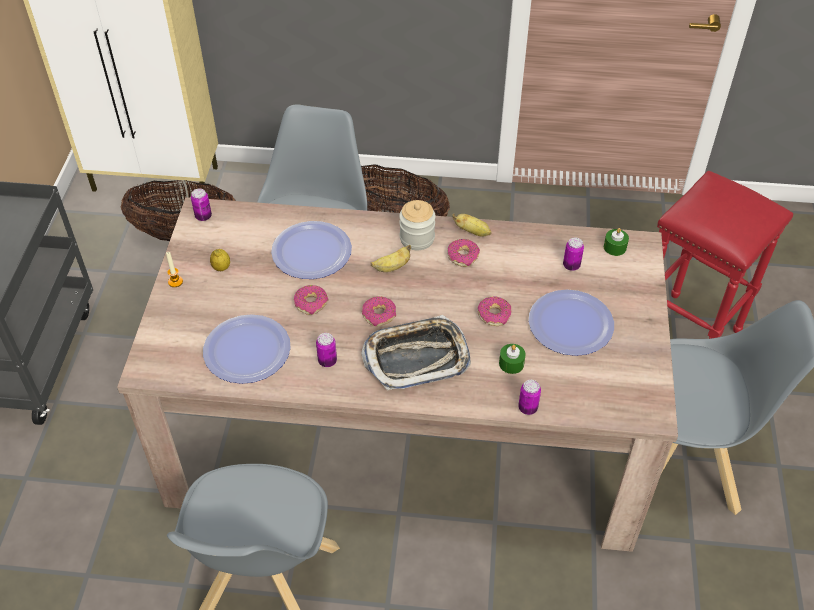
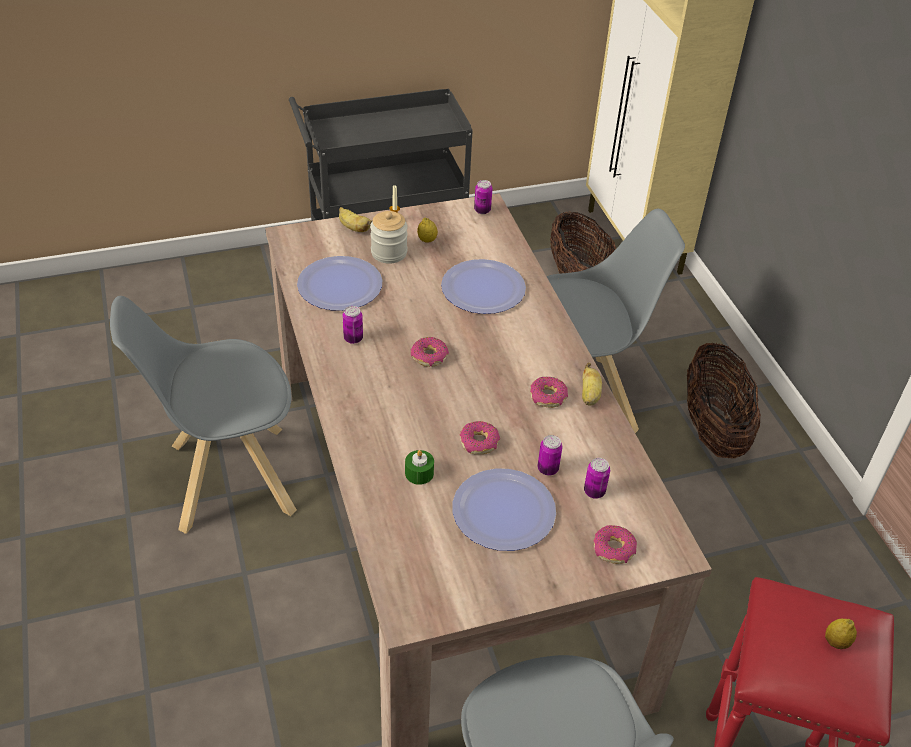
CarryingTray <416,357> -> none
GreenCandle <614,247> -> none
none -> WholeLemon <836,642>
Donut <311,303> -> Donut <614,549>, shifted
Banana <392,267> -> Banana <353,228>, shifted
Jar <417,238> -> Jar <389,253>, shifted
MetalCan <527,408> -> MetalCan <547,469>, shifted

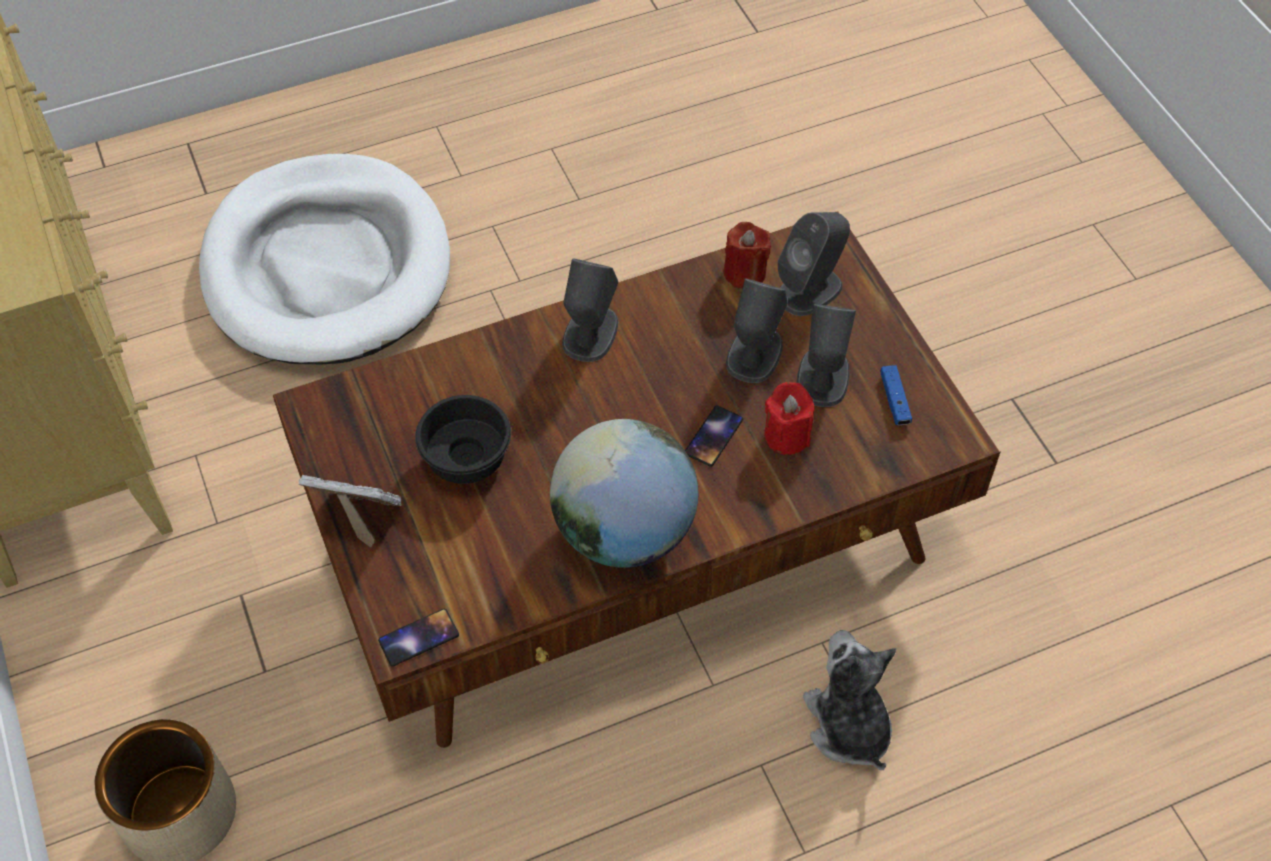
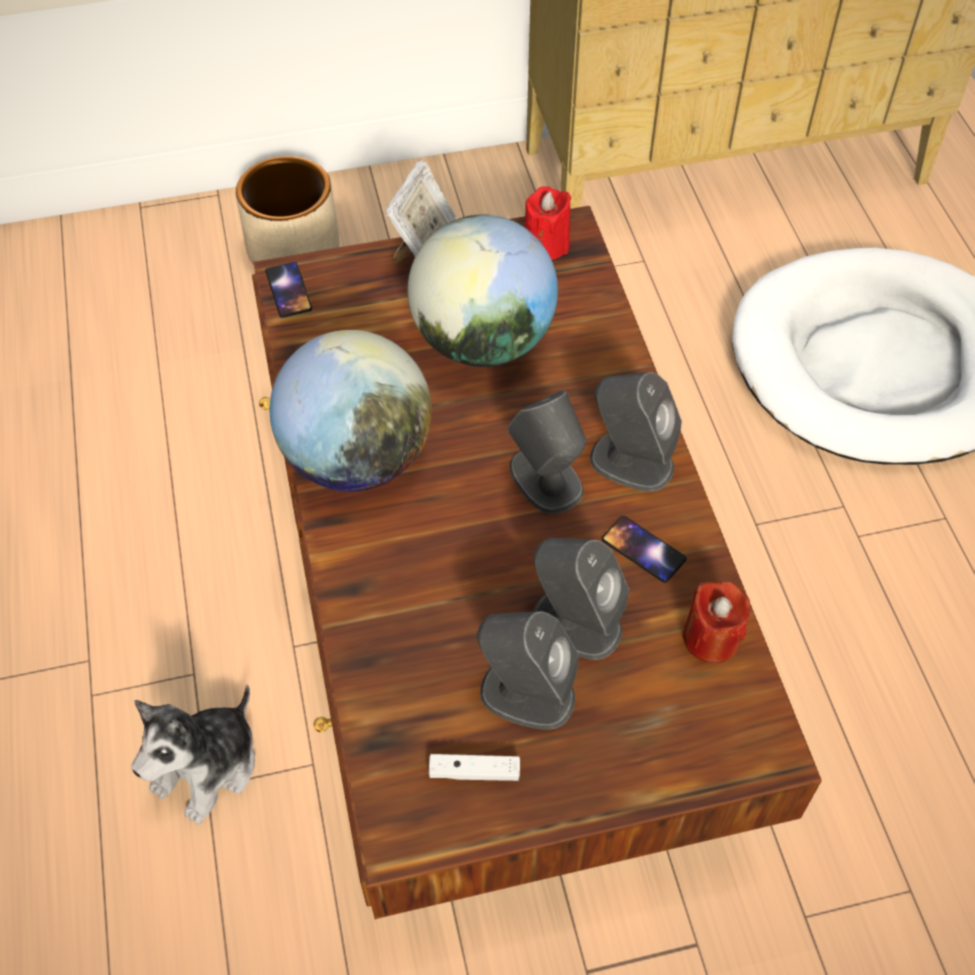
Handset <714,436> -> Handset <643,550>, shifted
ReddishCandle <786,436> -> ReddishCandle <546,244>, shifted
GreyishSpeaker <810,290> -> GreyishSpeaker <546,480>, shifted
BlackColouredServingBowl <468,456> -> Globe <483,341>
BluishJoypad <894,400> -> WhiteColouredJoypad <474,772>
PlushToy <847,725> -> PlushToy <208,767>, 135 degrees clockwise

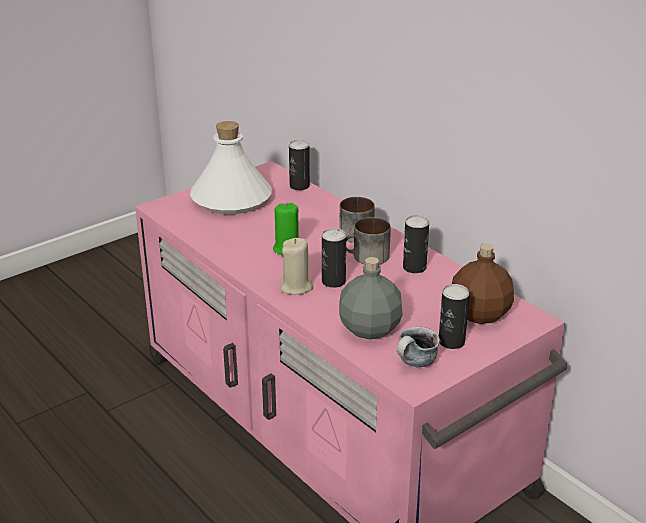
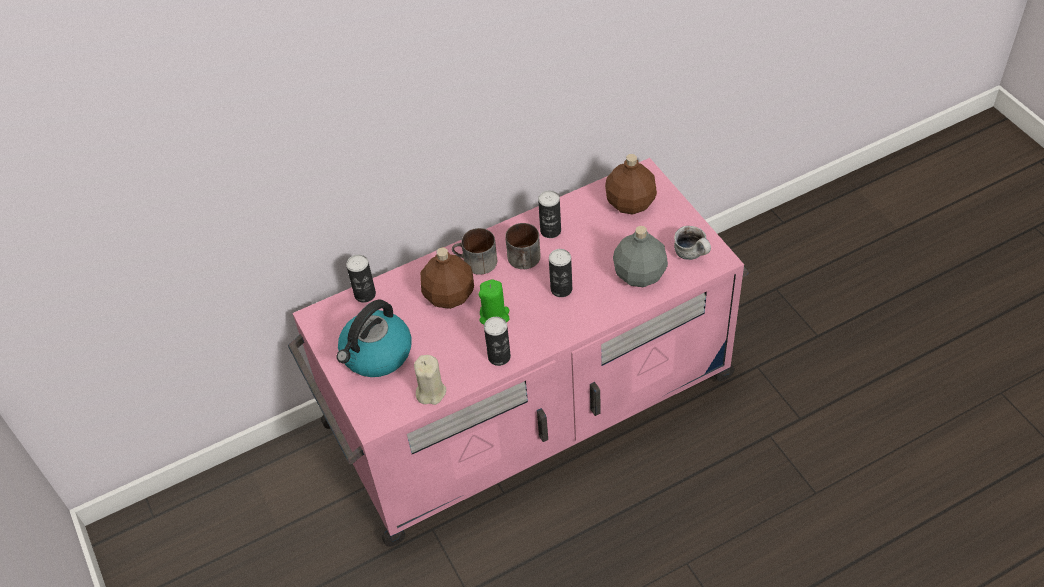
none -> BrownishDrinkBottle <449,296>
BeigeCandle <296,287> -> BeigeCandle <431,392>, shifted
MetalCan <451,342> -> MetalCan <499,357>, shifted
WhiteColouredDrinkBottle <231,199> -> WaterKettle <376,354>

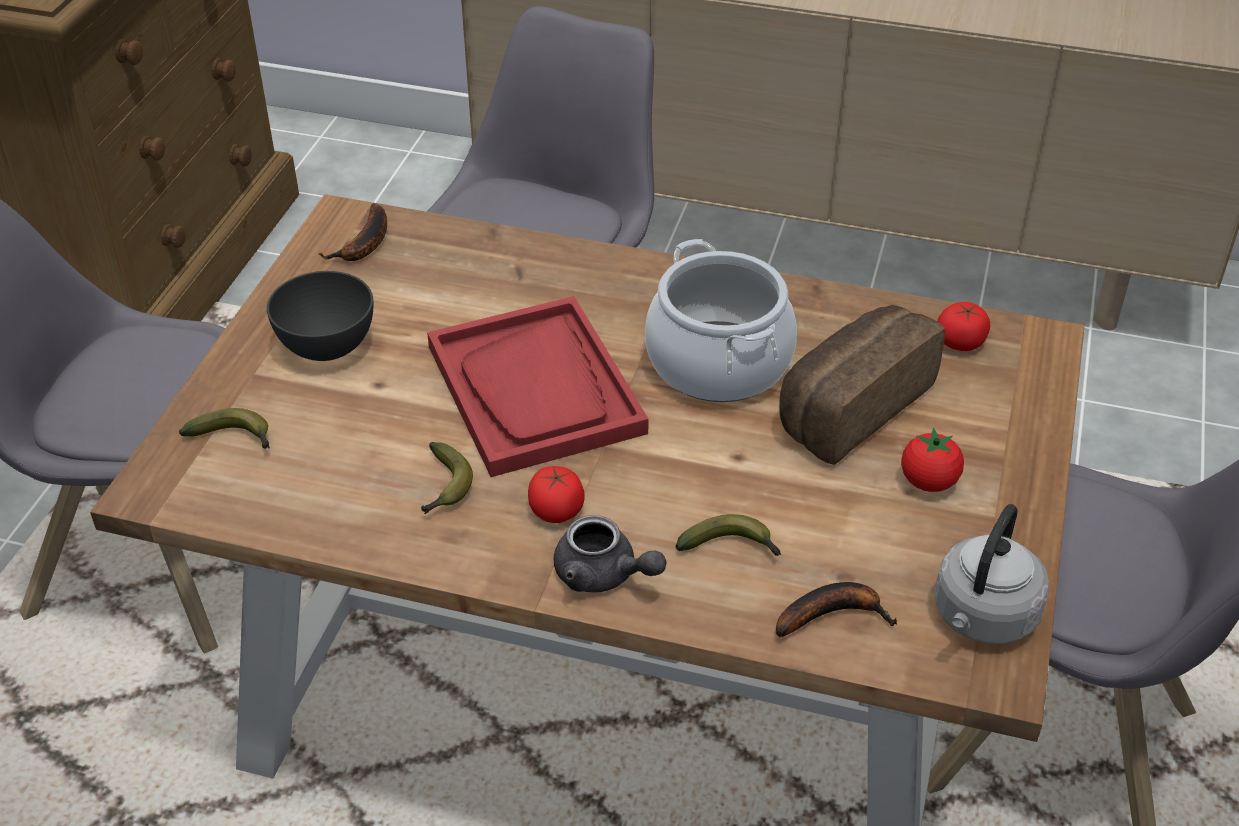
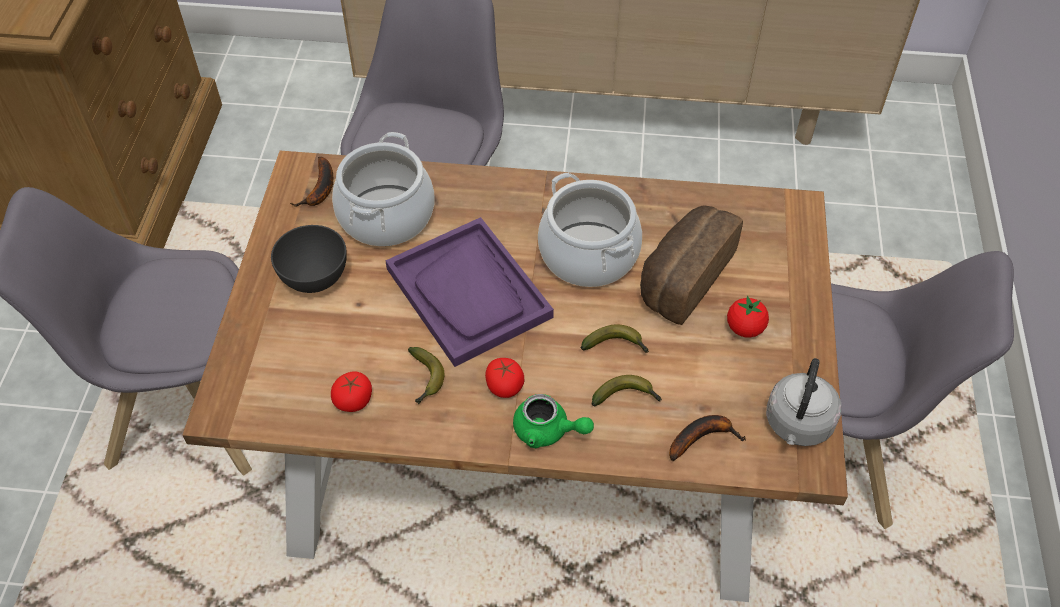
none -> Stockpot <386,216>
Banana <235,438> -> Banana <616,346>, shifted
WholeTomato <960,341> -> WholeTomato <353,400>, shifted
ReddishCarryingTray <536,390> -> PurplishCarryingTray <469,293>
GreyishTeaPot <604,575> -> GreenTeaPot <548,431>

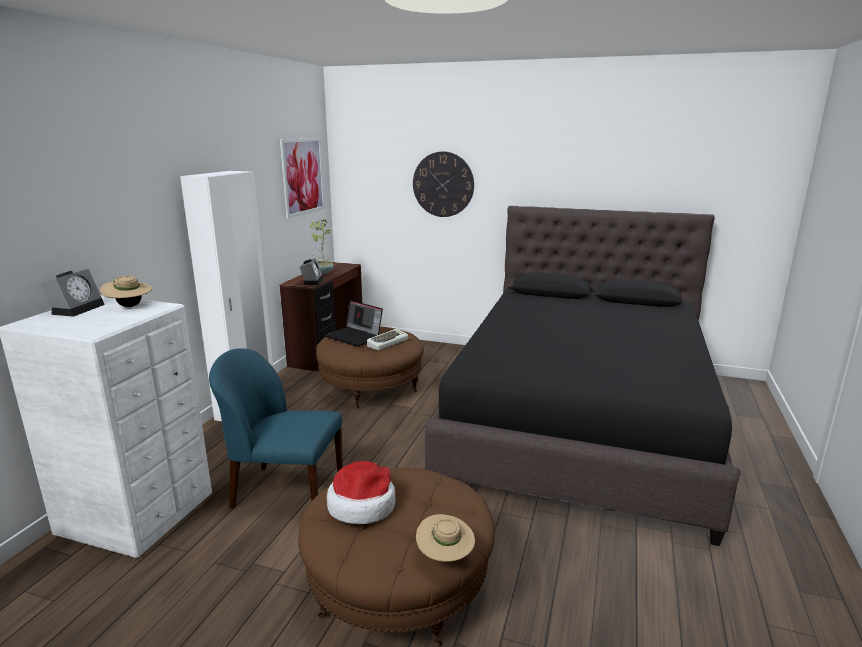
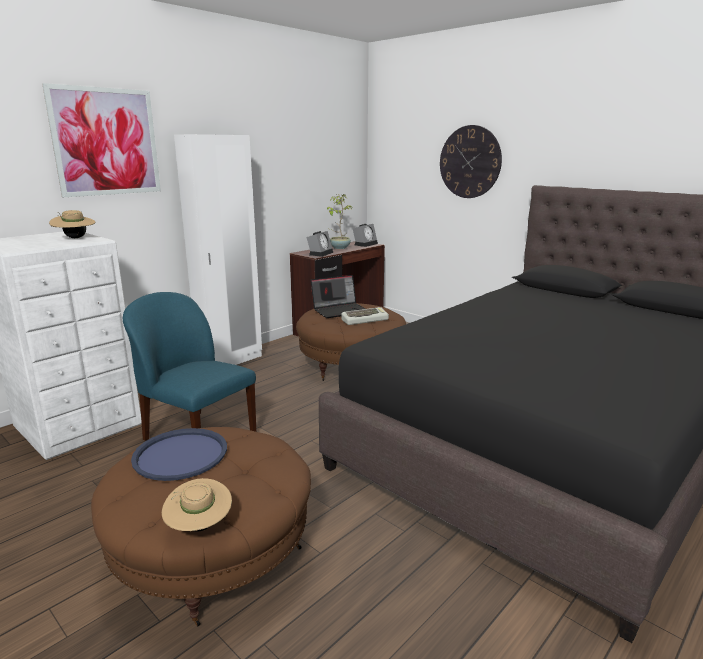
BedsideClock <77,308> -> BedsideClock <365,244>, shifted
WallArt <303,176> -> WallArt <106,142>, shifted
Hat <362,505> -> BluishCarryingTray <180,455>
Laptop <355,336> -> Laptop <340,310>, 90 degrees counterclockwise

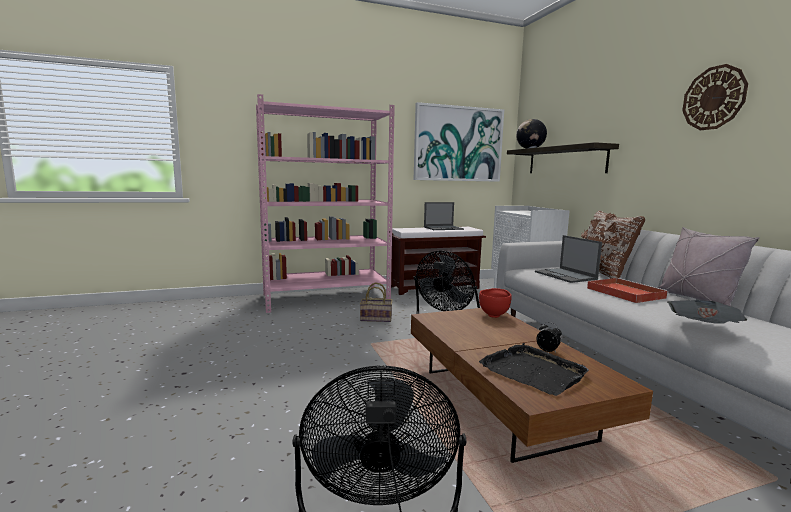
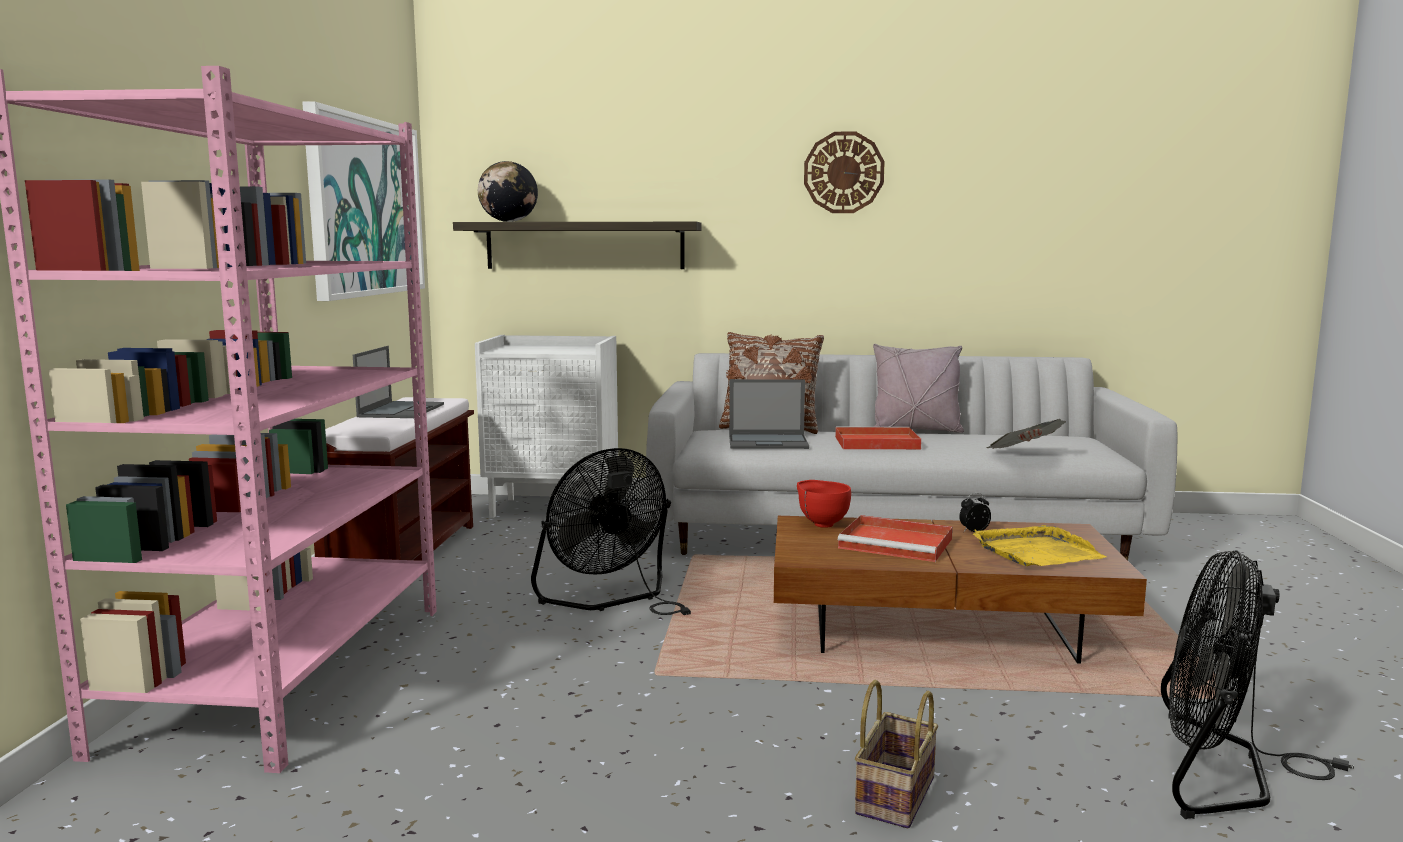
none -> ReddishCarryingTray <898,543>
StorageBasket <377,318> -> StorageBasket <894,793>, shifted
BlackColouredCarryingTray <533,371> -> YellowColouredCarryingTray <1036,552>

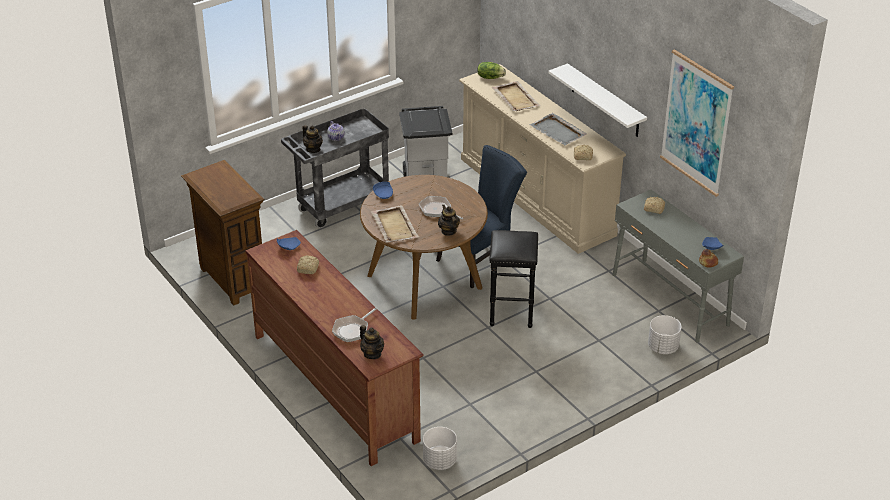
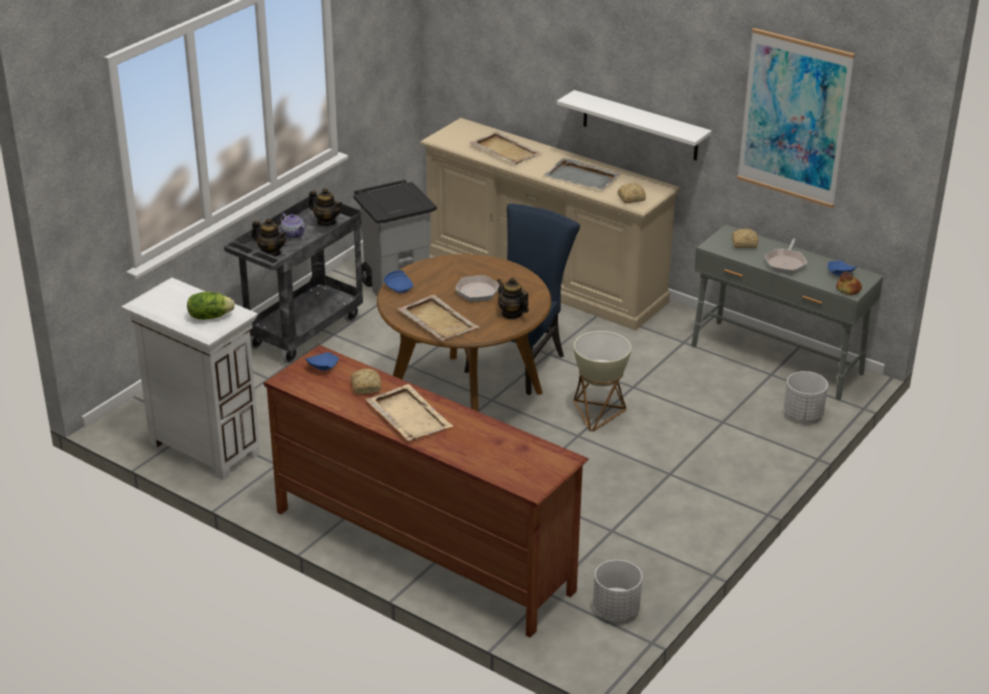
none -> BeigeCarryingTray <408,415>
Skillet <352,330> -> Skillet <786,263>, shifted
TeaPot <372,354> -> TeaPot <326,222>, shifted
HeadOfLettuce <490,77> -> HeadOfLettuce <210,316>, shifted
BlackColouredStool <512,314> -> Planter <598,414>
BrownishCabinet <231,280> -> WhiteColouredCabinet <203,449>

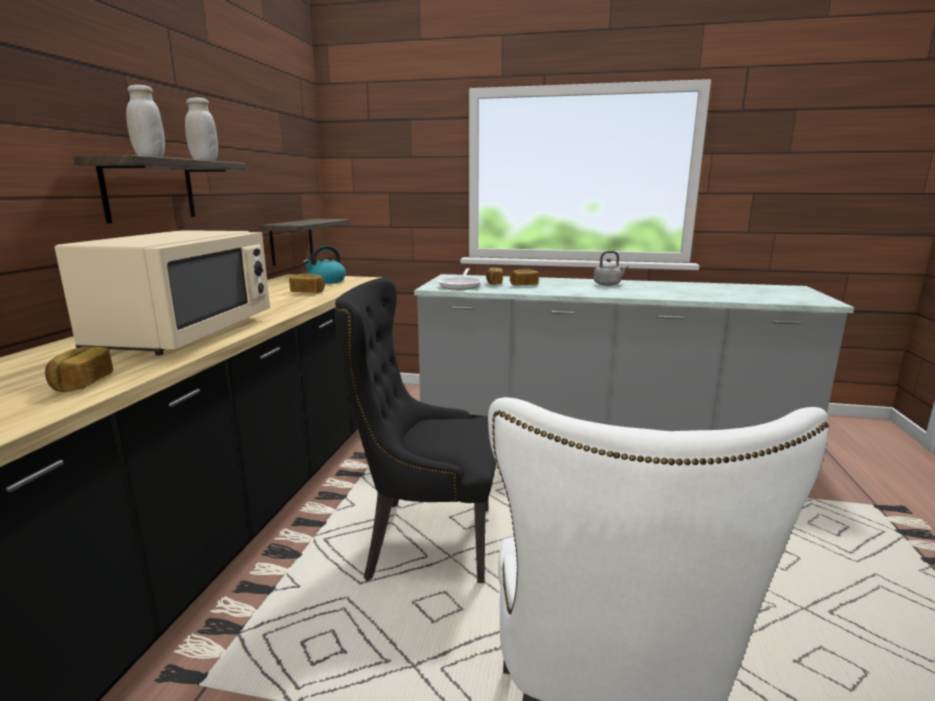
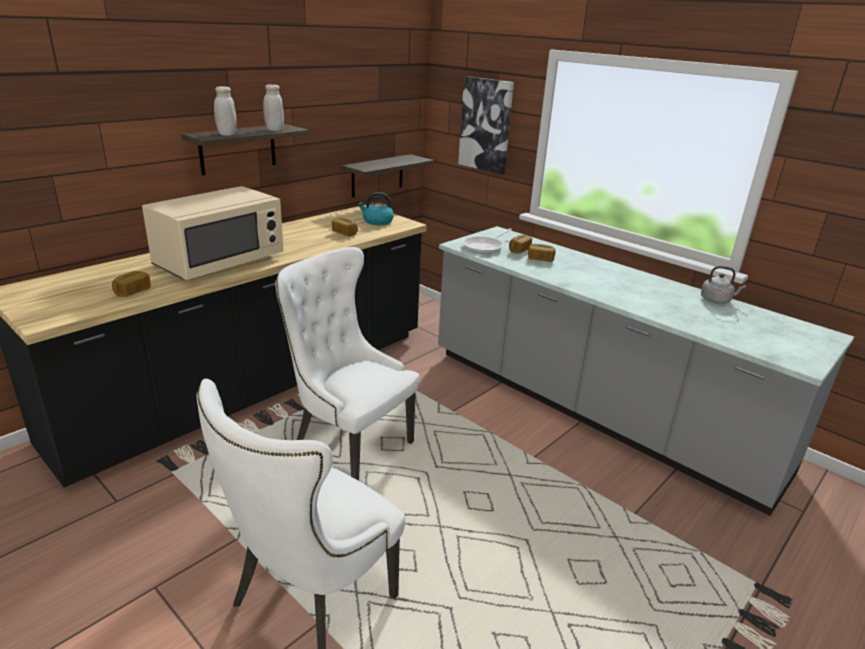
none -> WallArt <486,125>
GreyishWaterKettle <608,284> -> GreyishWaterKettle <717,300>, shifted
BlackColouredUprightChair <426,541> -> WhiteColouredUprightChair <350,447>

